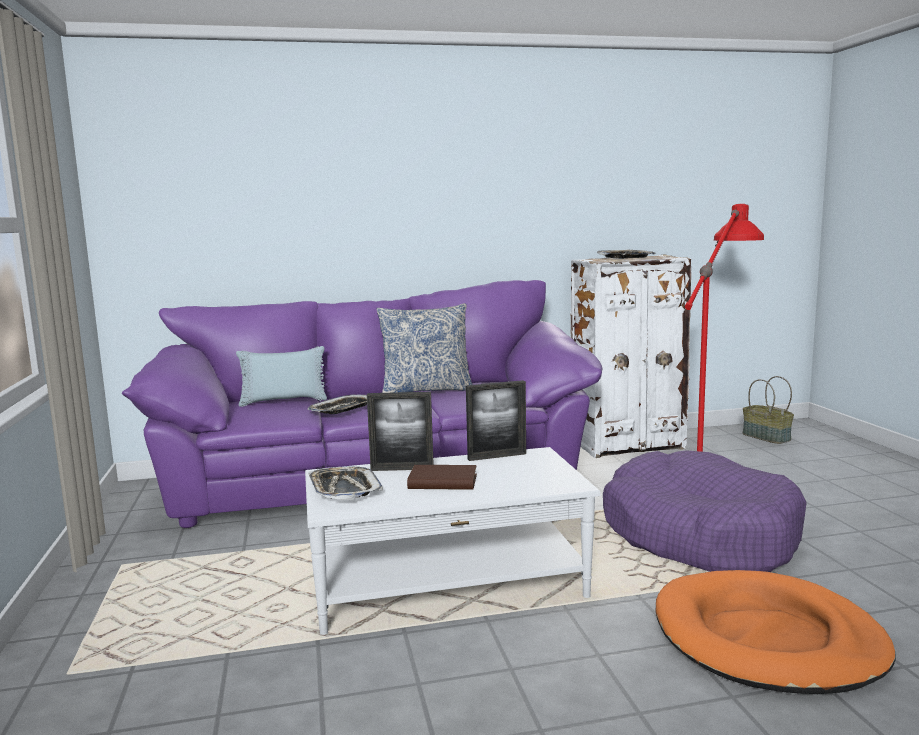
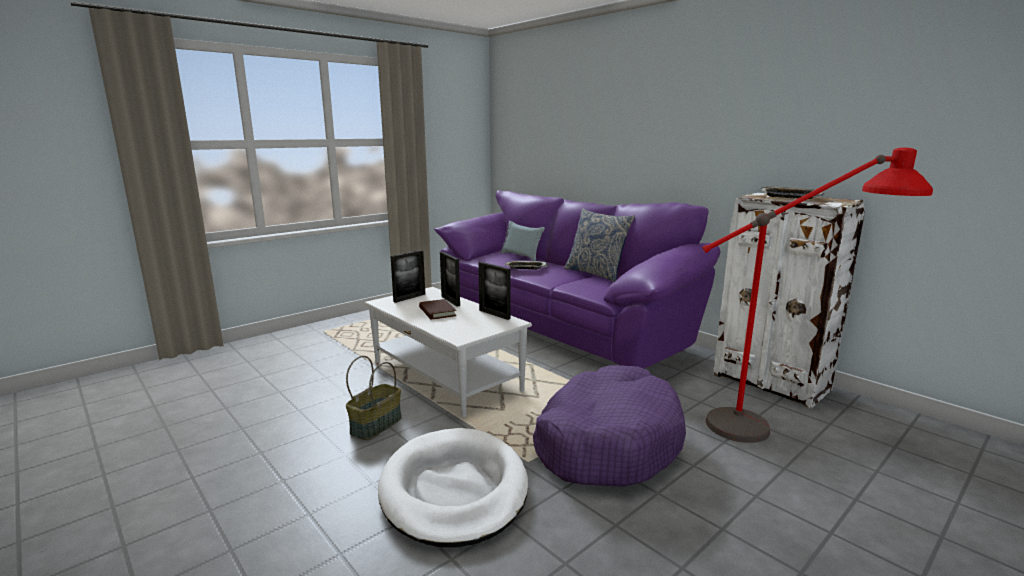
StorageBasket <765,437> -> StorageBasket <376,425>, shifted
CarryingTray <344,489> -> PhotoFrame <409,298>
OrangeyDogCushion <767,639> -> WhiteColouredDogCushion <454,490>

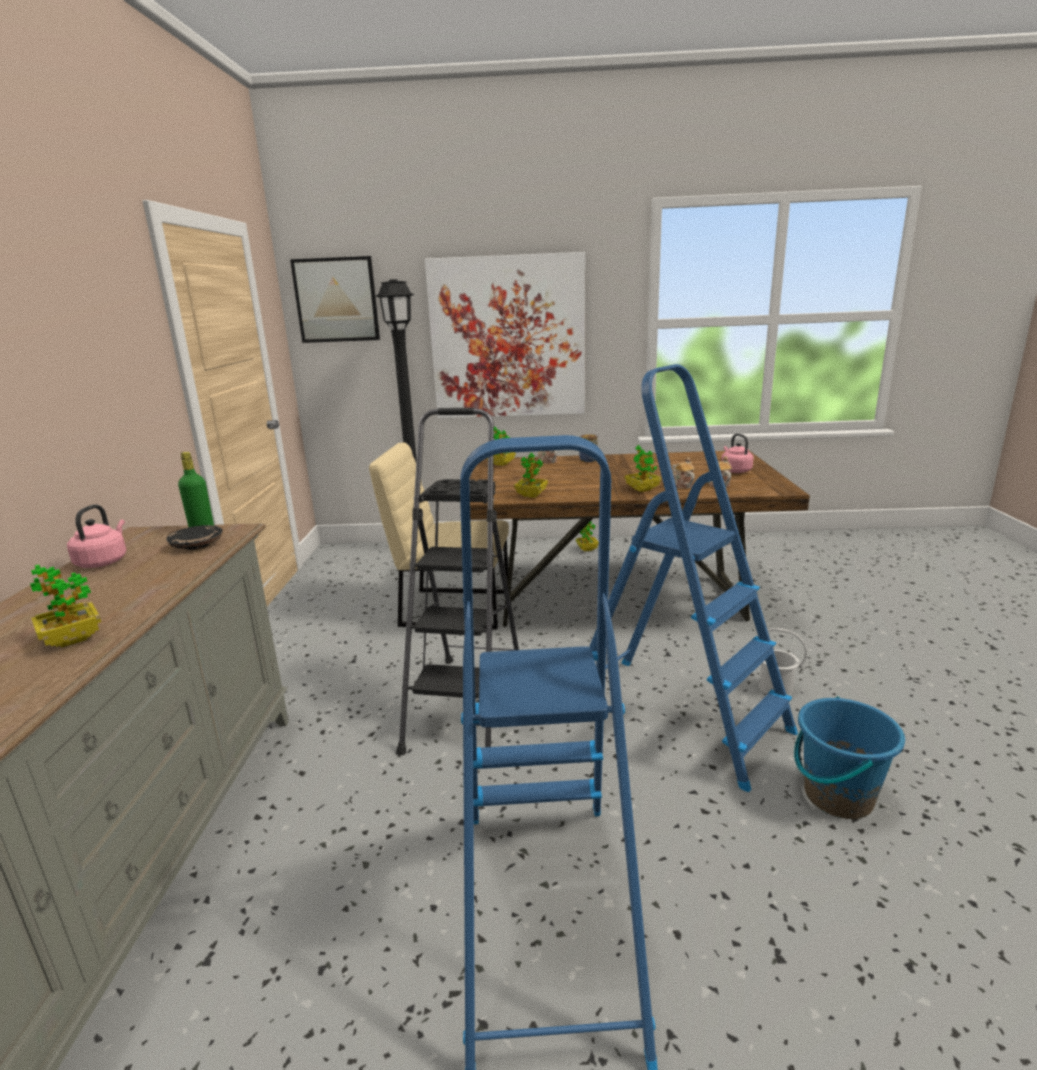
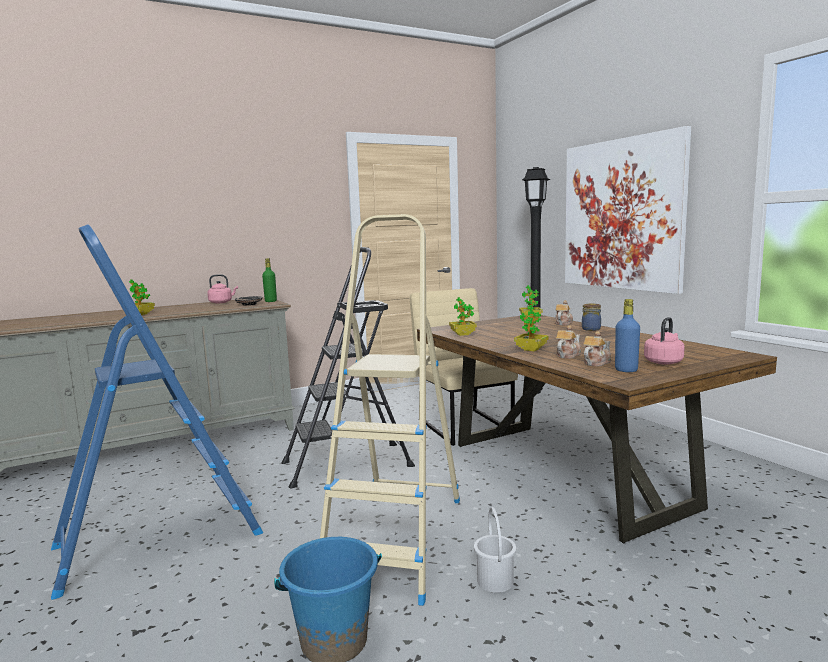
WallArt <336,300> -> none
PottedPlant <587,549> -> none
none -> BluishDrinkBottle <626,370>
BluishStepLadder <678,717> -> BeigeStepLadder <396,540>

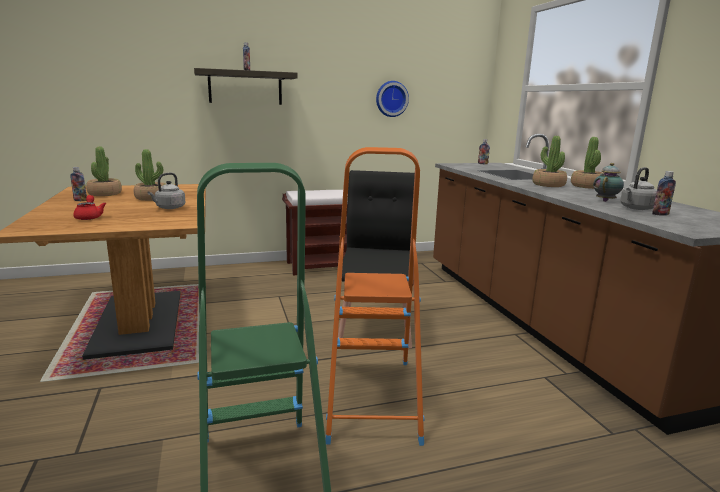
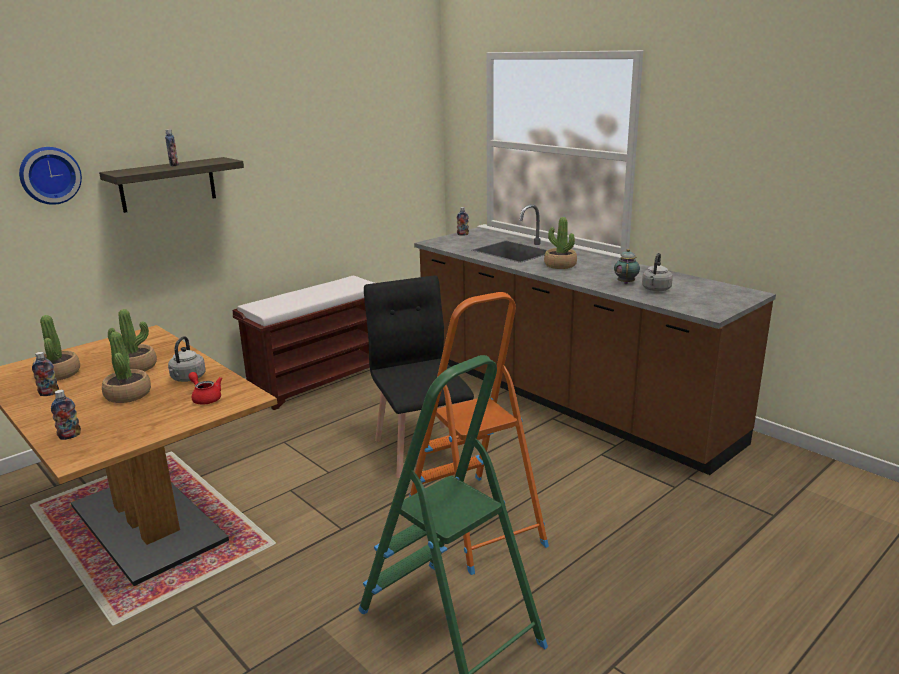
ReddishTeaPot <89,217> -> ReddishTeaPot <205,398>, shifted
ClockOnTheWall <391,99> -> ClockOnTheWall <49,175>, shifted
PottedPlant <587,186> -> PottedPlant <128,395>, shifted
DrinkBottle <660,214> -> DrinkBottle <70,436>, shifted

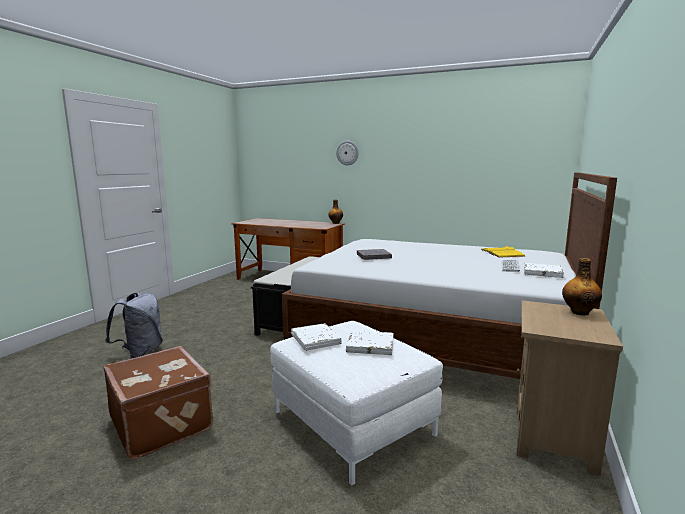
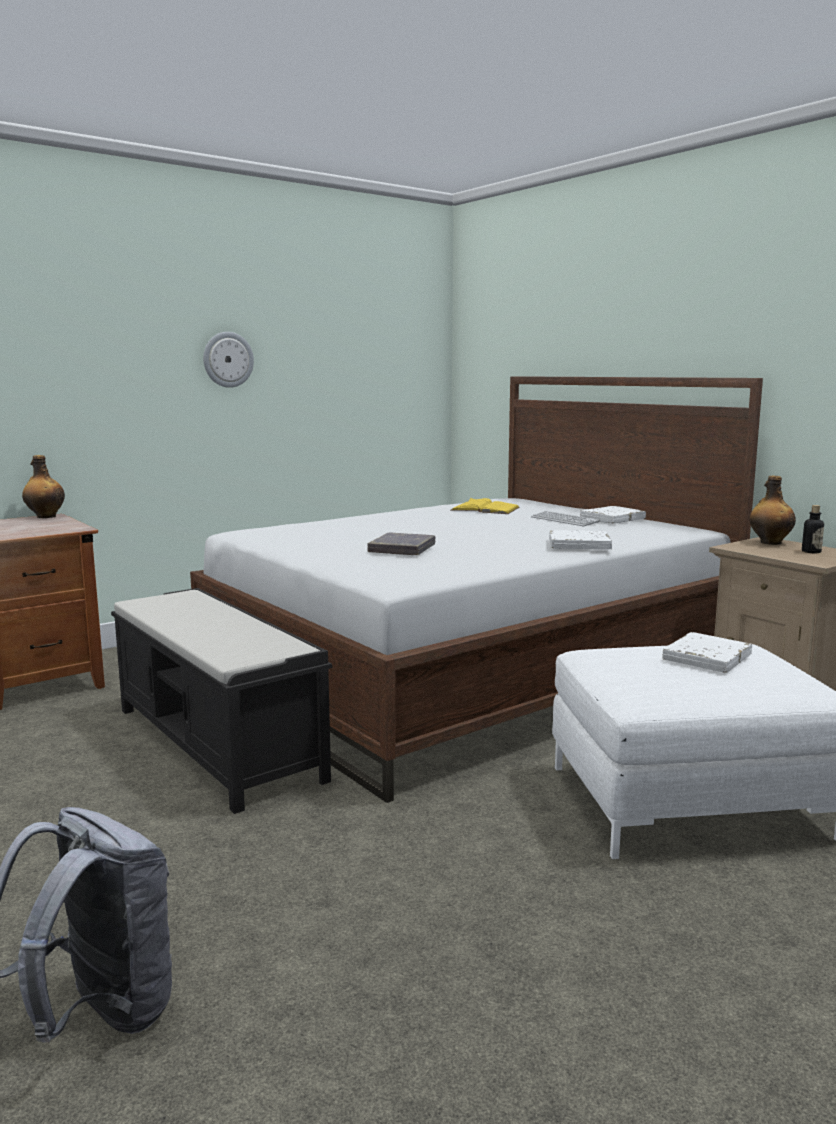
BrownishSuitcase <163,423> -> none
none -> DrinkBottle <811,552>
WhiteColouredBoundBook <315,340> -> WhiteColouredBoundBook <579,545>, shifted
ClockOnTheWall <347,153> -> ClockOnTheWall <228,359>, shifted

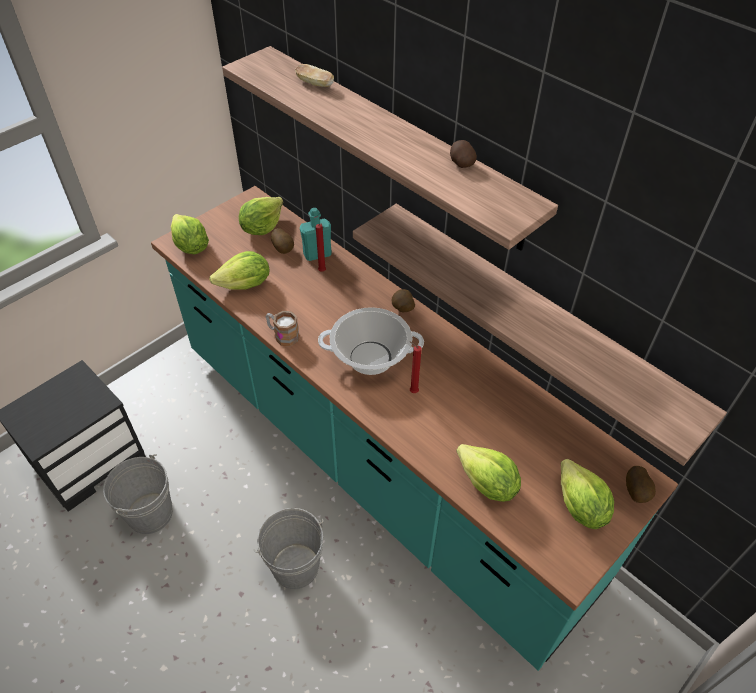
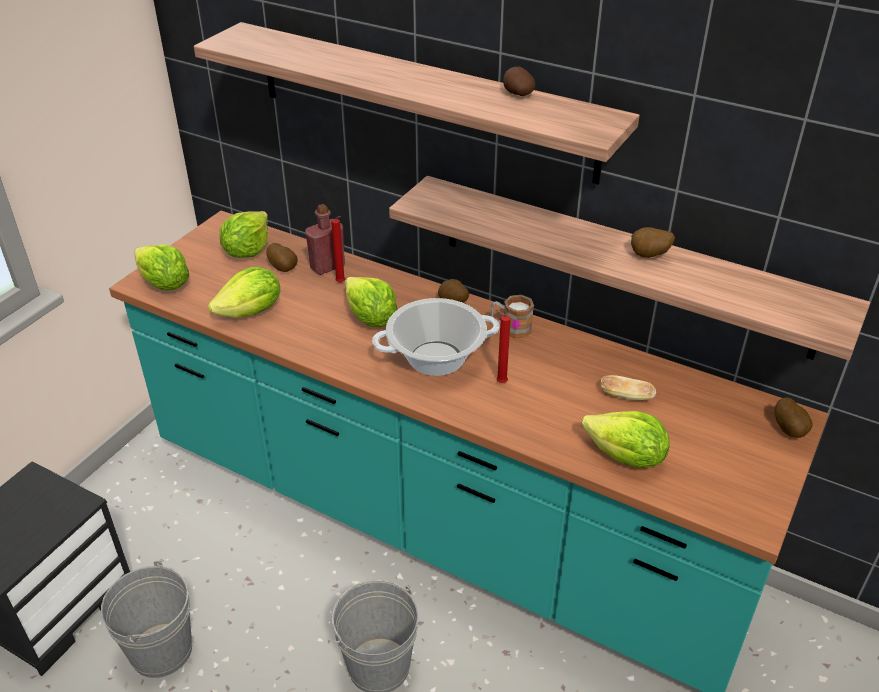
none -> Potato <649,256>
Mug <283,335> -> Mug <510,328>, shifted
BakedBread <315,84> -> BakedBread <626,396>, shifted
HeadOfLettuce <579,507> -> HeadOfLettuce <371,319>, shifted
TurquoiseDrinkBottle <317,254> -> ReddishDrinkBottle <327,266>

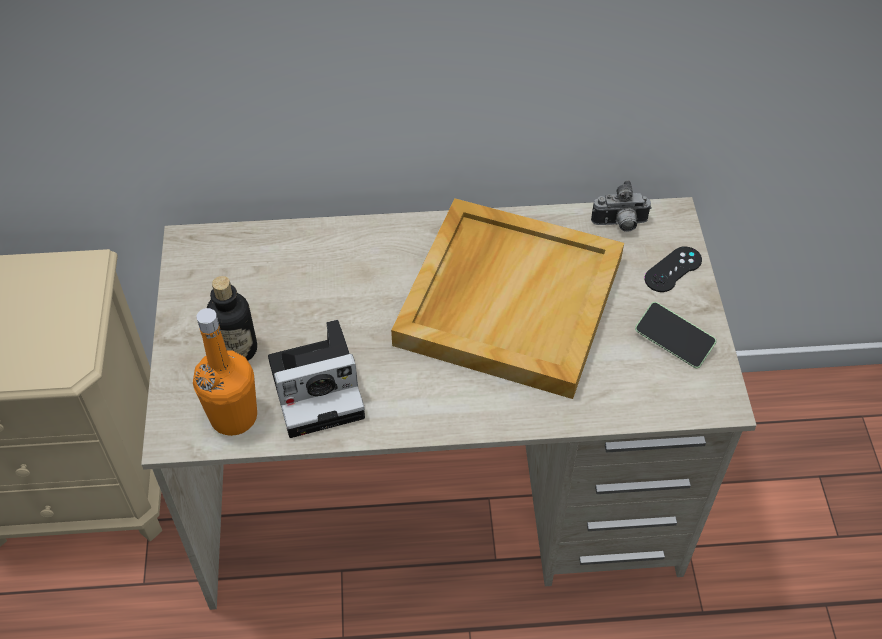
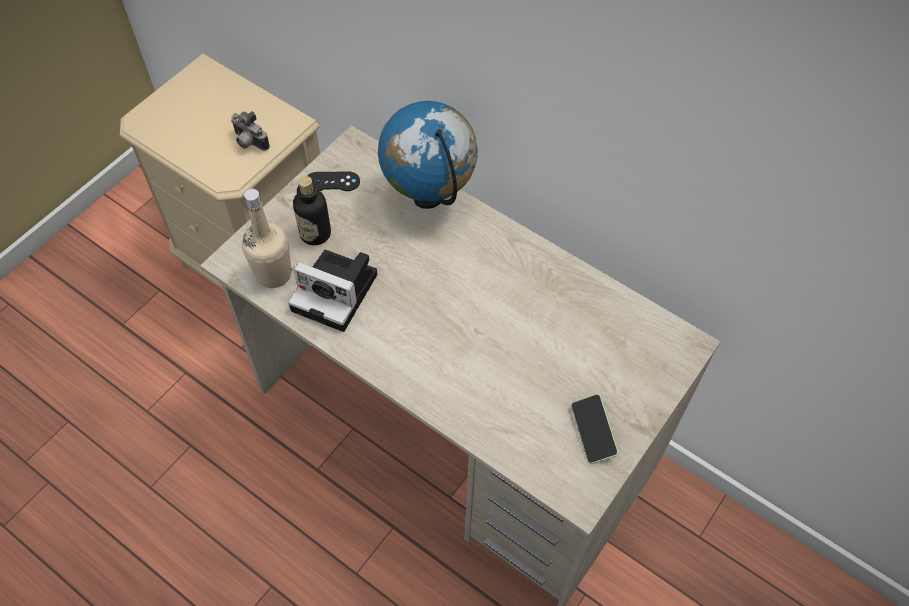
BeigeCarryingTray <508,299> -> none
none -> Globe <429,197>
StillCamera <620,225> -> StillCamera <249,143>, shifted
BlackColouredJoypad <673,269> -> BlackColouredJoypad <332,182>, shifted
OrangeyDrinkBottle <233,416> -> BeigeDrinkBottle <273,274>

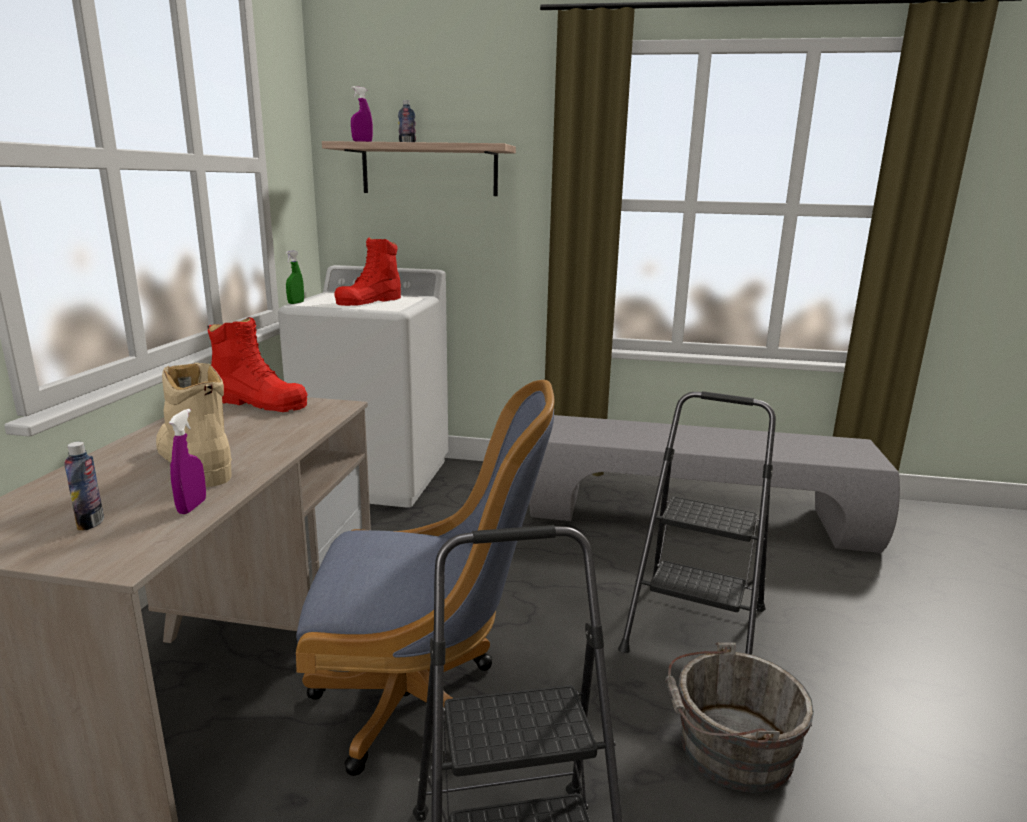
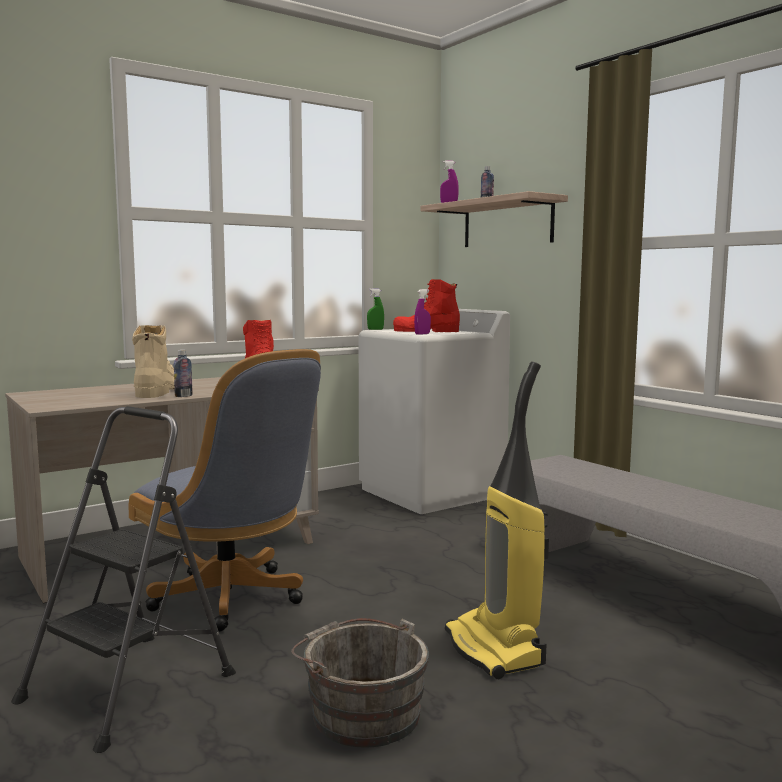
DrinkBottle <90,523> -> DrinkBottle <183,396>, shifted
PurplishSprayBottle <192,507> -> PurplishSprayBottle <422,334>, shifted
BlackColouredStepLadder <696,625> -> Hoover <496,649>

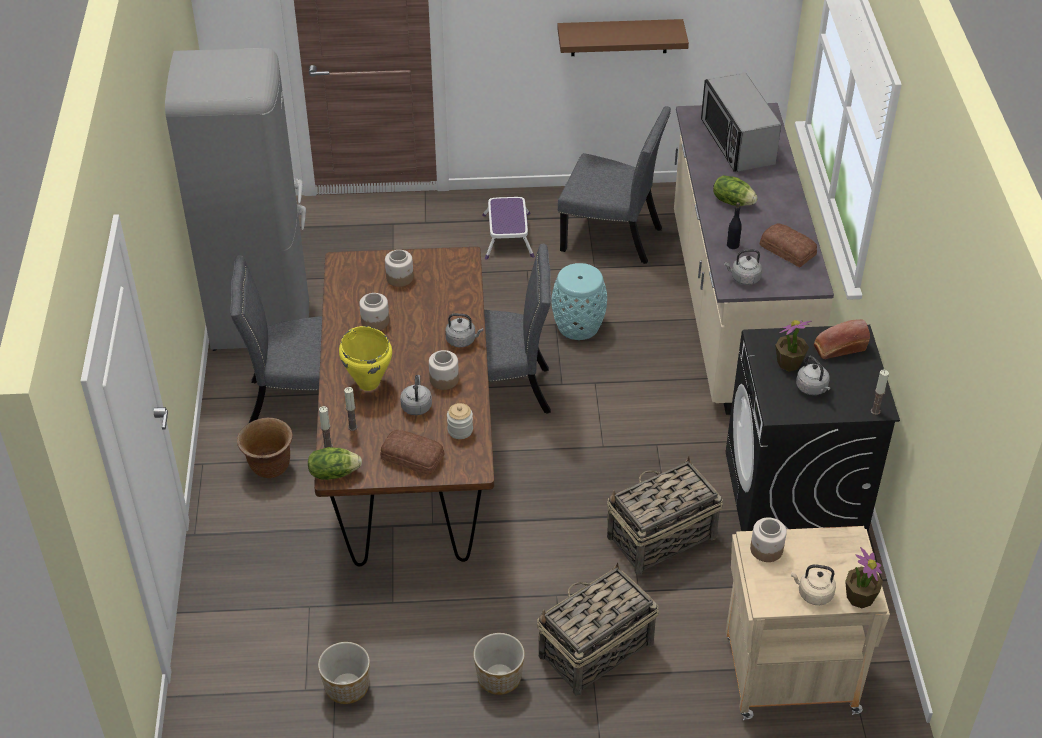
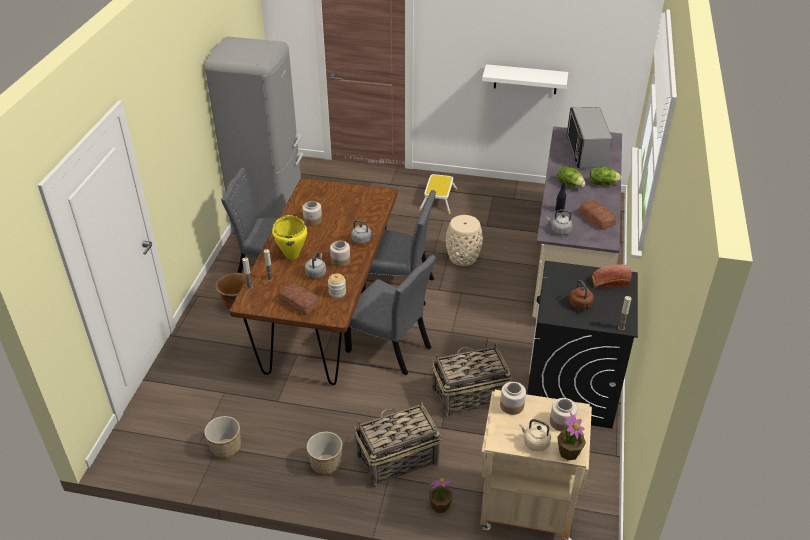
HeadOfLettuce <333,473> -> HeadOfLettuce <602,183>, shifted
Jar <400,277> -> Jar <562,422>, shifted
GreyishUprightChair <610,237> -> GreyishUprightChair <388,347>, shifted
PottedPlant <789,363> -> PottedPlant <440,506>, shifted
PurplishStepLadder <508,235> -> YellowColouredStepLadder <438,199>
TurquoiseStool <578,326> -> BeigeStool <463,257>
BrownishWallShelf <619,37> -> WhiteColouredWallShelf <525,79>
GreyishWaterKettle <812,388> -> BrownishWaterKettle <581,305>

